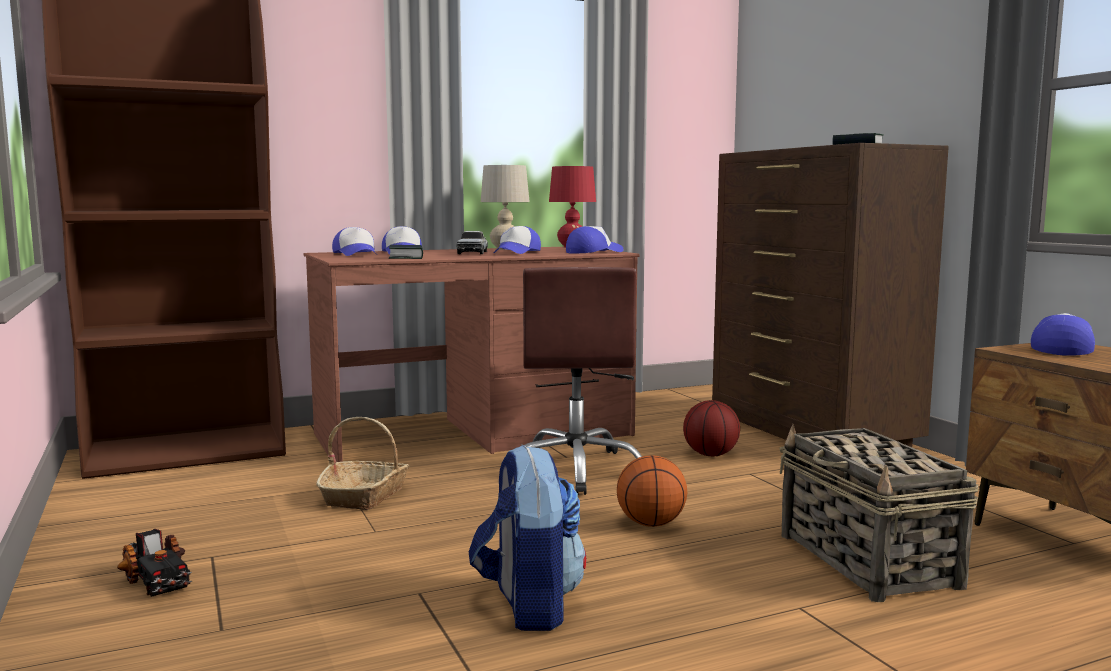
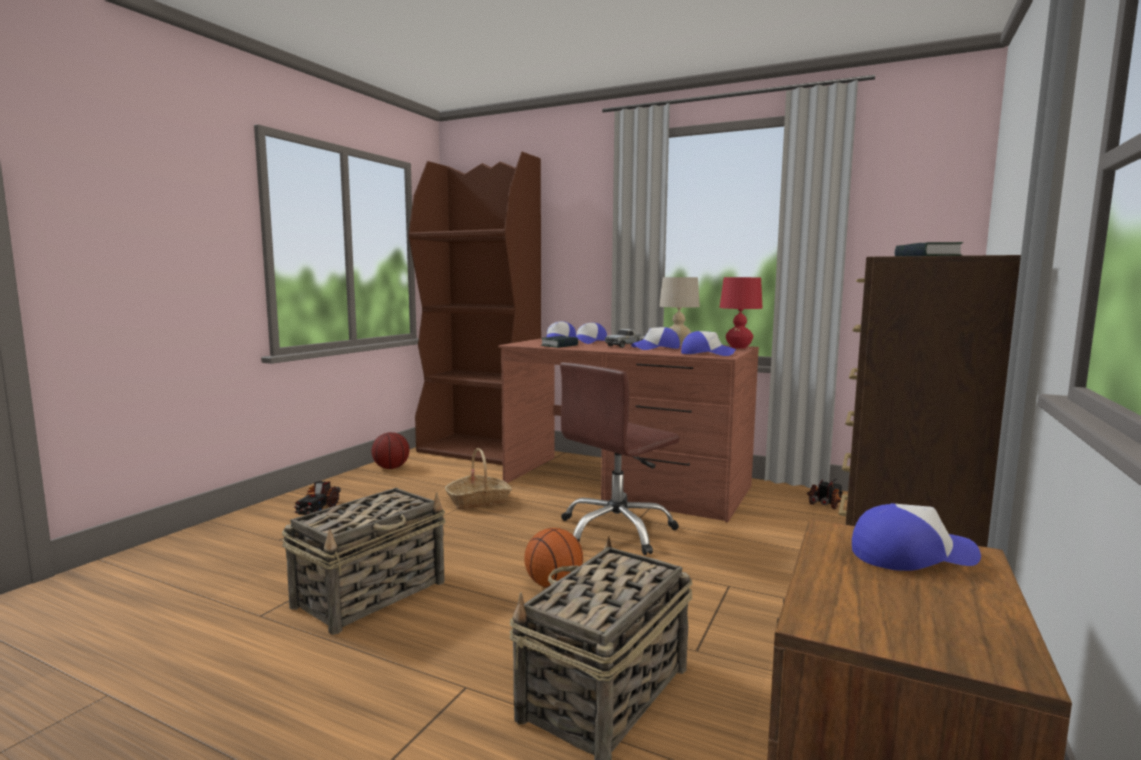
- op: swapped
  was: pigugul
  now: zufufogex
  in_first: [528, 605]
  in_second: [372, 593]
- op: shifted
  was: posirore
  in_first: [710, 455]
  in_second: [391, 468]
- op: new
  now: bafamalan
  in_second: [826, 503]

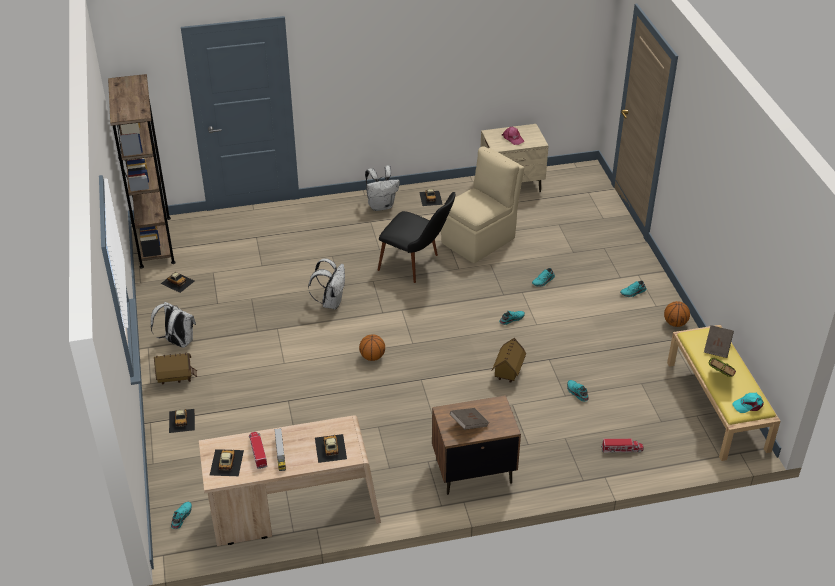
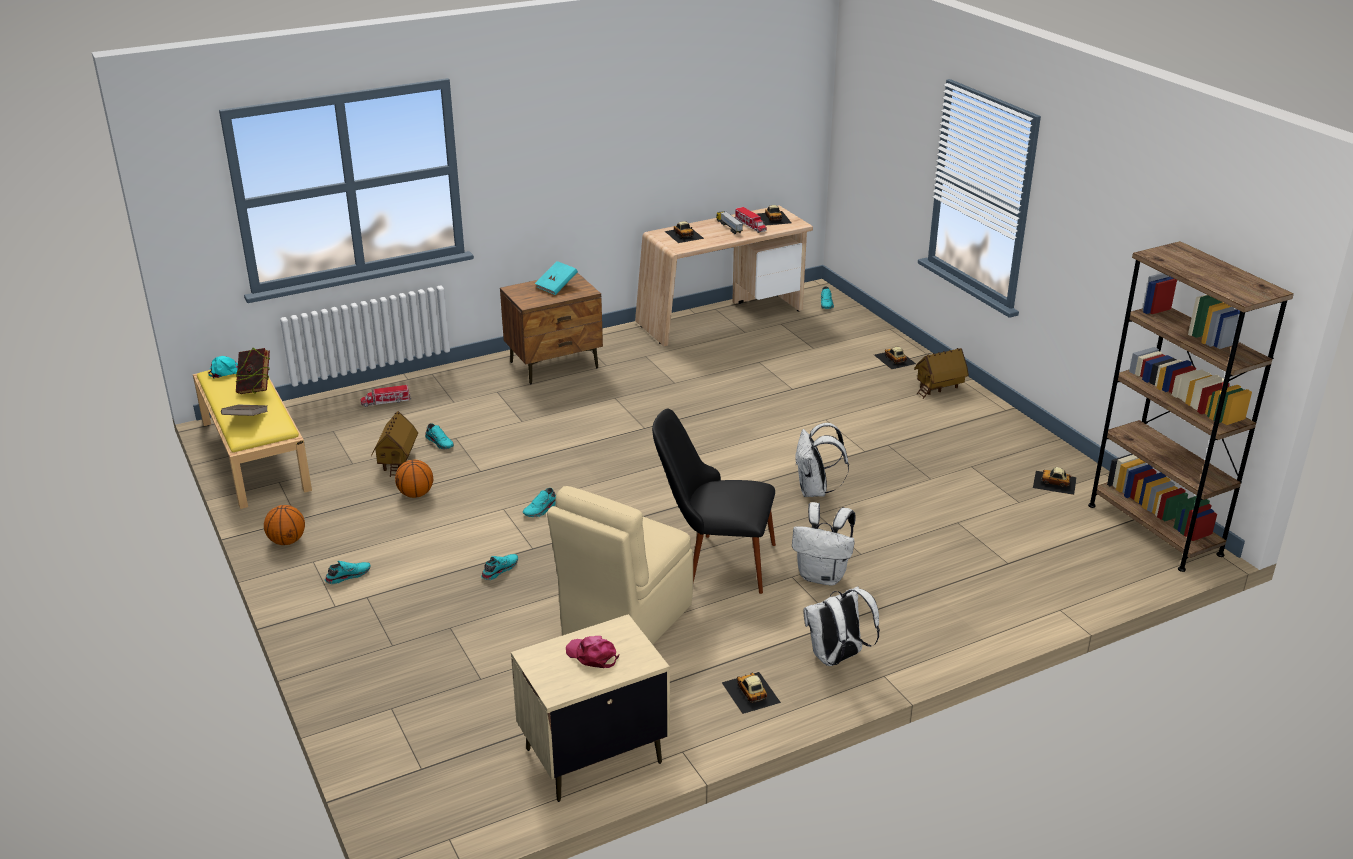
- op: shifted
  was: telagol
  in_first: [508, 372]
  in_second: [397, 461]
- op: shifted
  was: posirore
  in_first: [372, 357]
  in_second: [416, 494]
- op: repainted
  was: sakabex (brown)
  now: sakabex (turquoise)
  in_first: [469, 424]
  in_second: [556, 286]
- op: shifted
  was: pigugul (white)
  in_first: [177, 342]
  in_second: [823, 576]

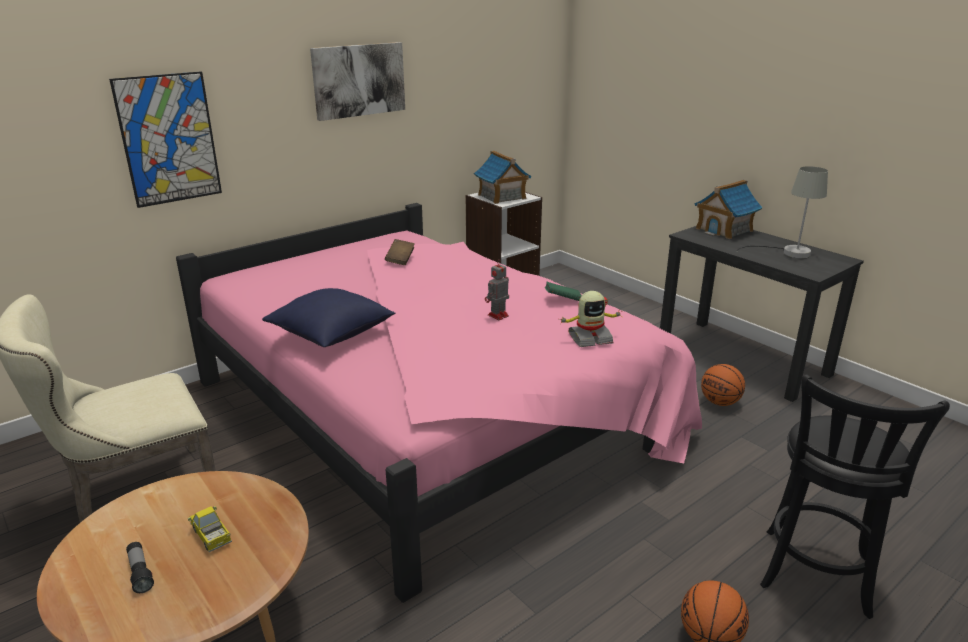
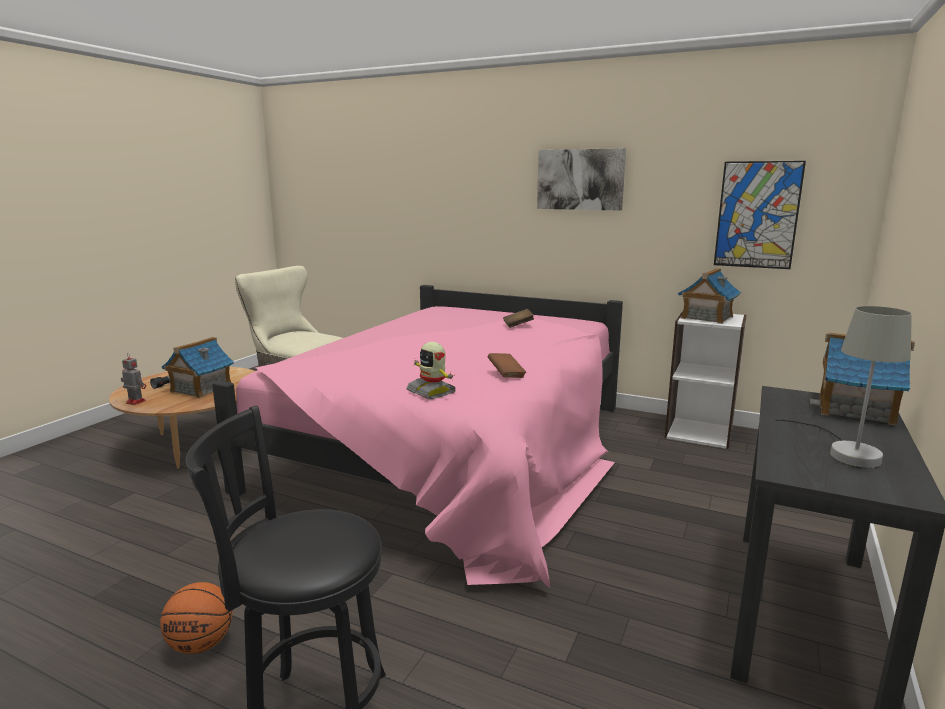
- op: shifted
  was: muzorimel
  in_first: [497, 316]
  in_second: [135, 402]
- op: swapped
  was: bafamalan
  now: telagol
  in_first: [211, 535]
  in_second: [201, 389]
- op: repainted
  was: sakabex (green)
  now: sakabex (brown)
  in_first: [562, 300]
  in_second: [506, 374]
- op: shifted
  was: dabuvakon
  in_first: [169, 139]
  in_second: [757, 215]
- op: gone
  was: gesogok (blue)
  in_first: [331, 335]
- op: gone
  was: posirore
  in_first: [720, 402]

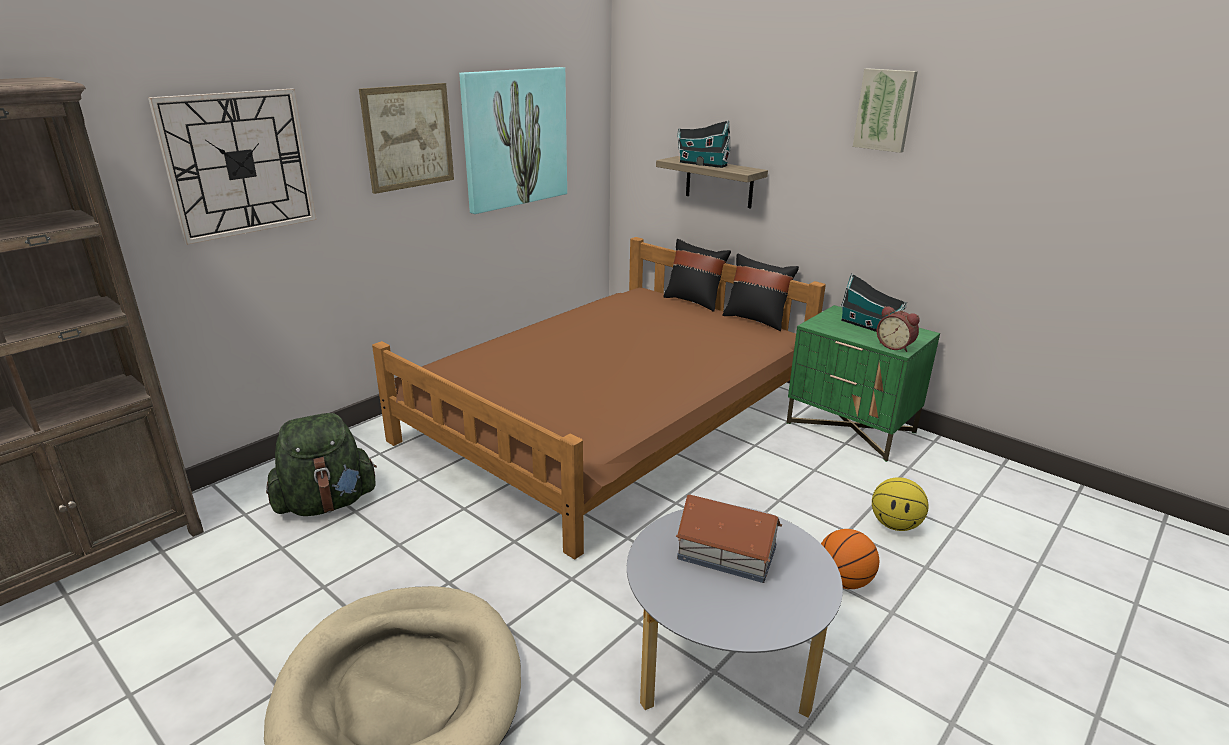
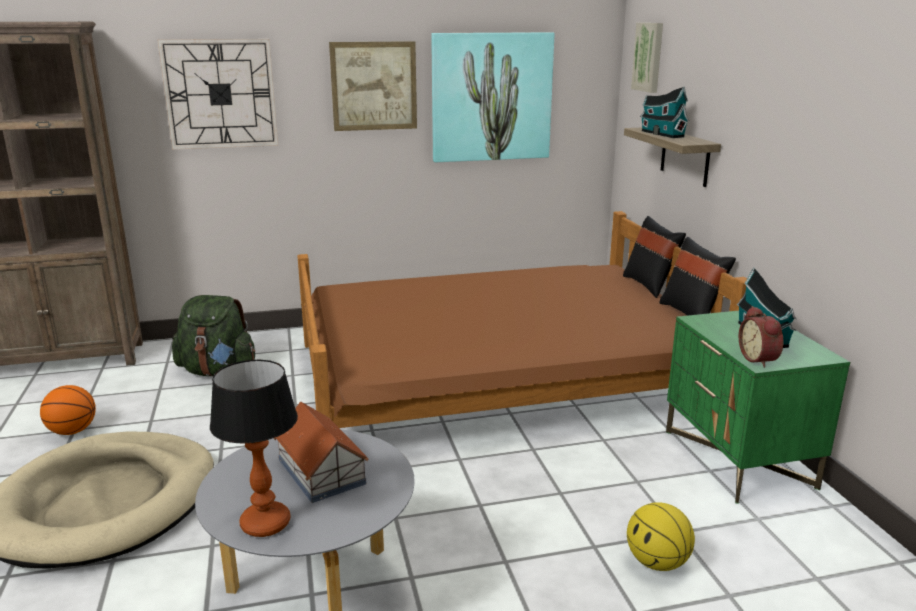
- op: shifted
  was: posirore
  in_first: [843, 581]
  in_second: [72, 431]
- op: new
  now: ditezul
  in_second: [266, 523]
- op: shifted
  was: dabuvakon
  in_first: [885, 110]
  in_second: [649, 57]

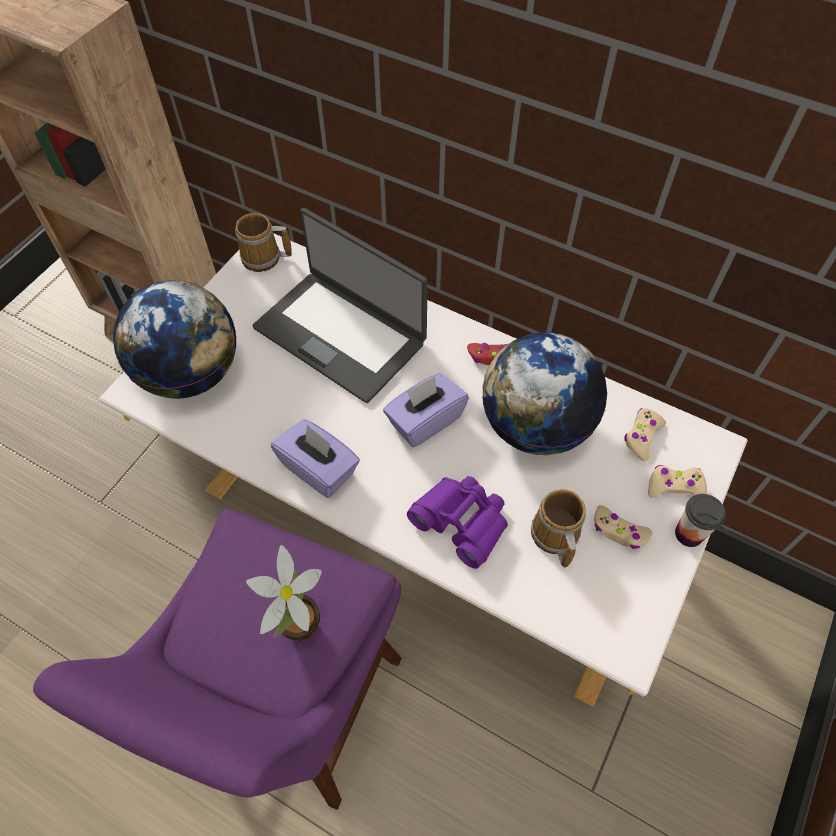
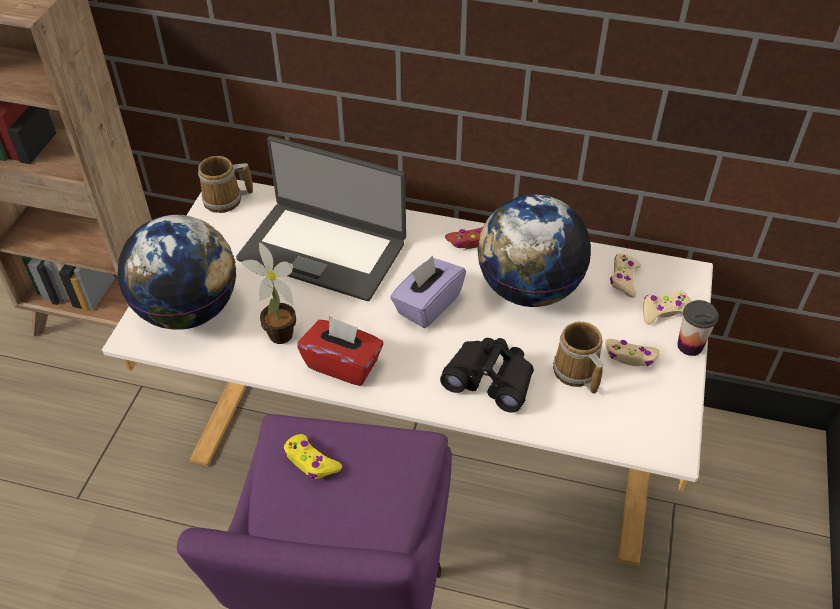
- op: shifted
  was: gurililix
  in_first: [298, 630]
  in_second: [278, 338]
- op: new
  now: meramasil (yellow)
  in_second: [310, 462]
- op: repainted
  was: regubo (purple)
  now: regubo (red)
  in_first: [319, 469]
  in_second: [343, 364]
- op: repainted
  was: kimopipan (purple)
  now: kimopipan (black)
  in_first: [461, 522]
  in_second: [490, 379]

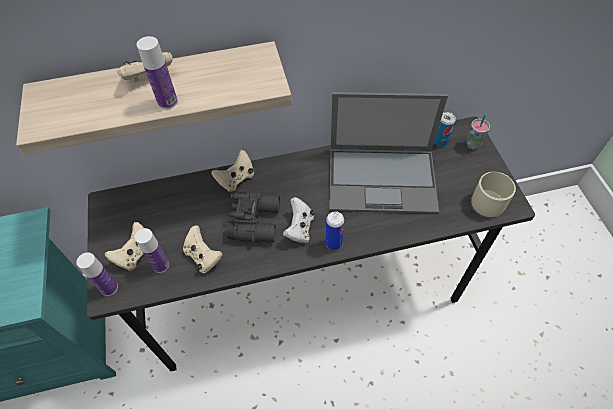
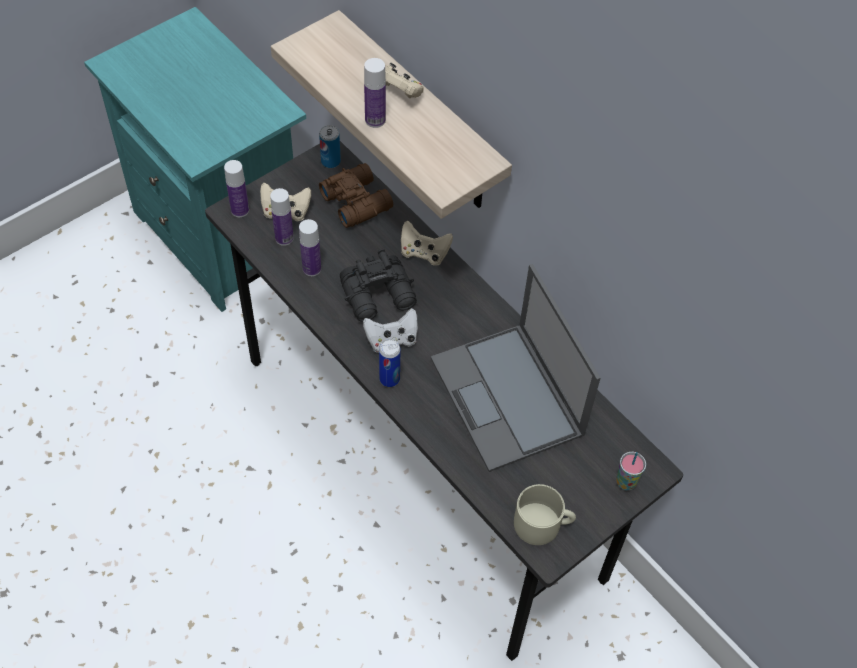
- op: swapped
  was: meramasil (beige)
  now: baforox
  in_first: [203, 257]
  in_second: [312, 268]
- op: shifted
  was: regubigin
  in_first: [440, 141]
  in_second: [330, 161]
- op: new
  now: kimopipan (brown)
  in_second: [356, 200]

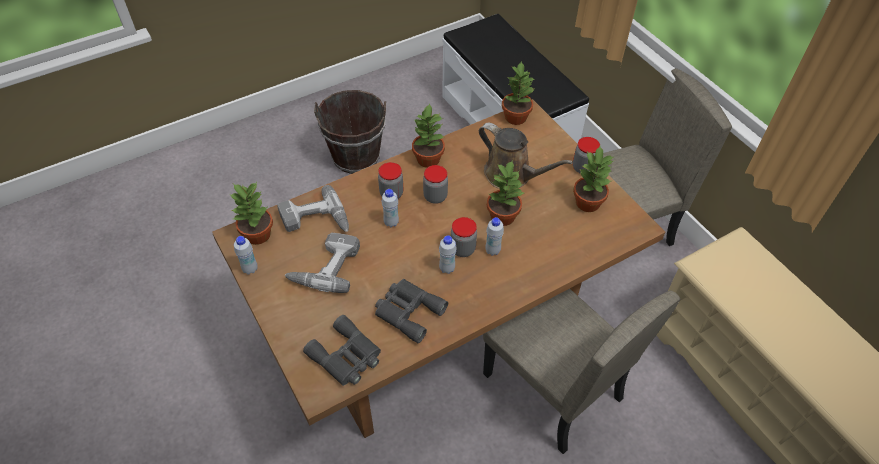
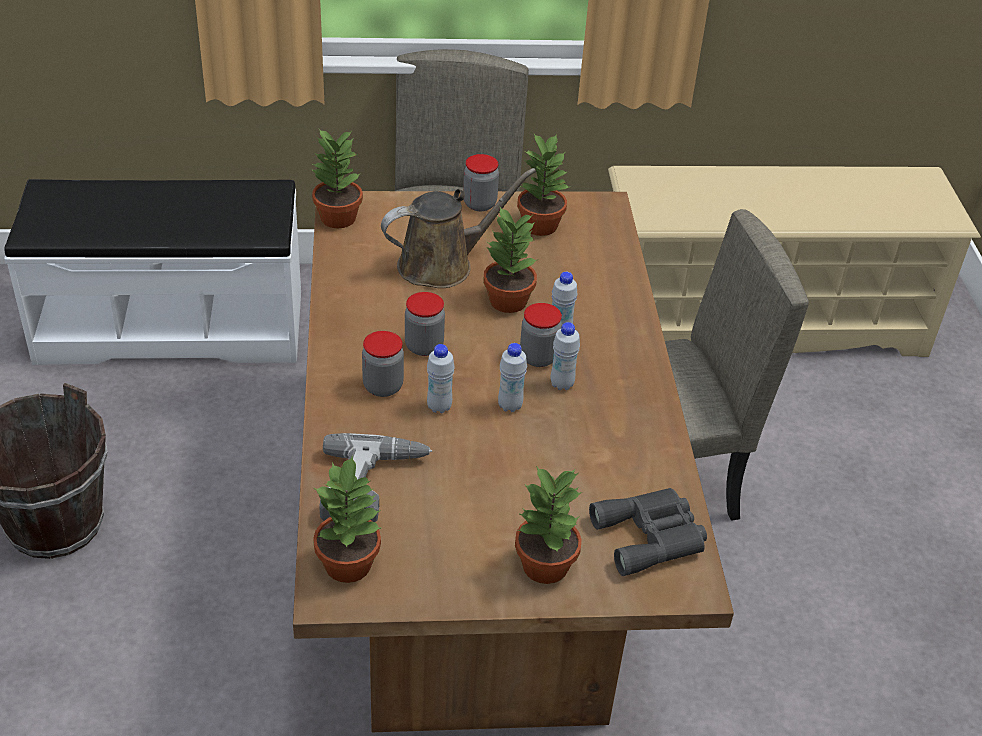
- op: shifted
  was: baforox (white)
  in_first: [250, 269]
  in_second: [510, 406]
- op: shifted
  was: gurililix
  in_first: [427, 159]
  in_second: [546, 567]
- op: gone
  was: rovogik
  in_first: [325, 266]
- op: gone
  was: kimopipan (grey)
  in_first: [408, 311]

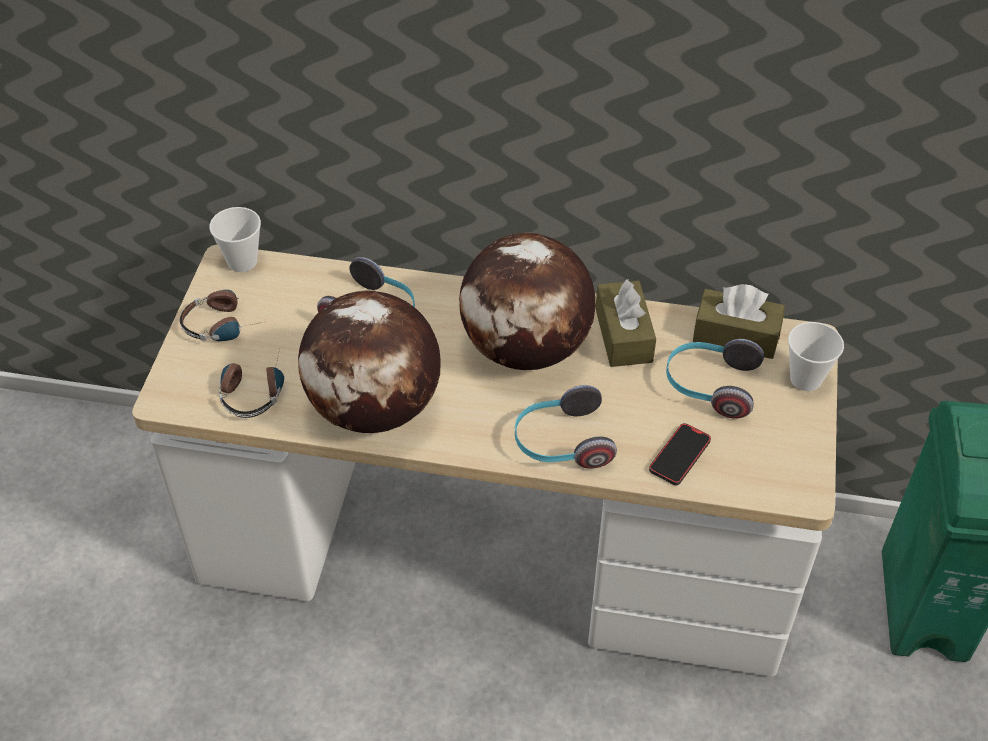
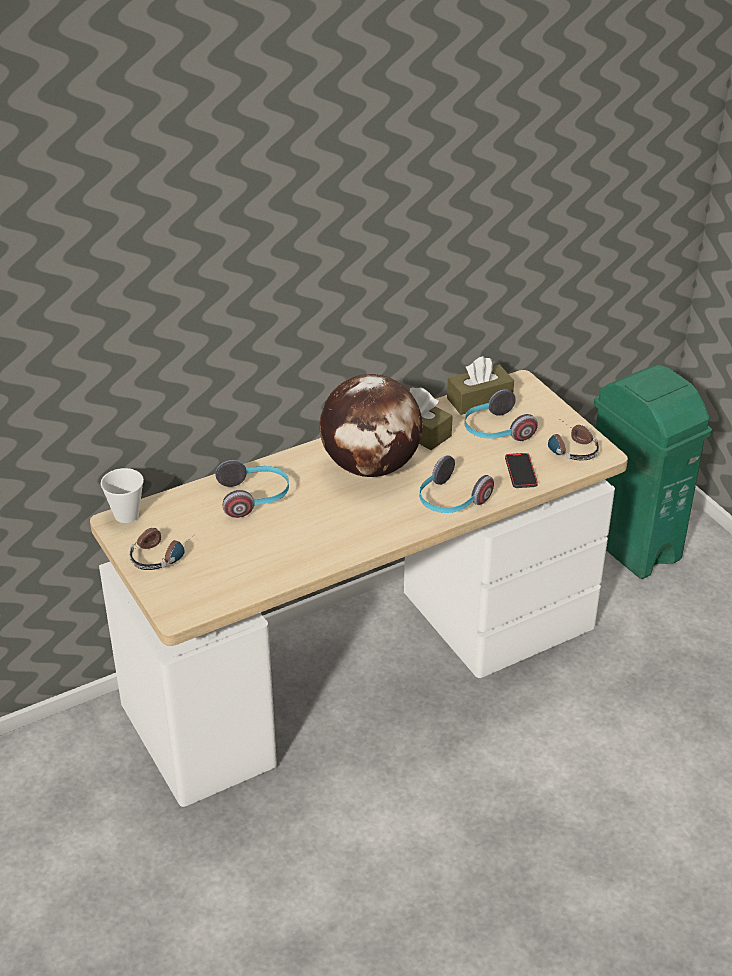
- op: shifted
  was: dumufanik
  in_first: [253, 388]
  in_second: [568, 447]
- op: gone
  was: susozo
  in_first: [375, 408]
- op: gone
  was: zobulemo
  in_first: [805, 379]

